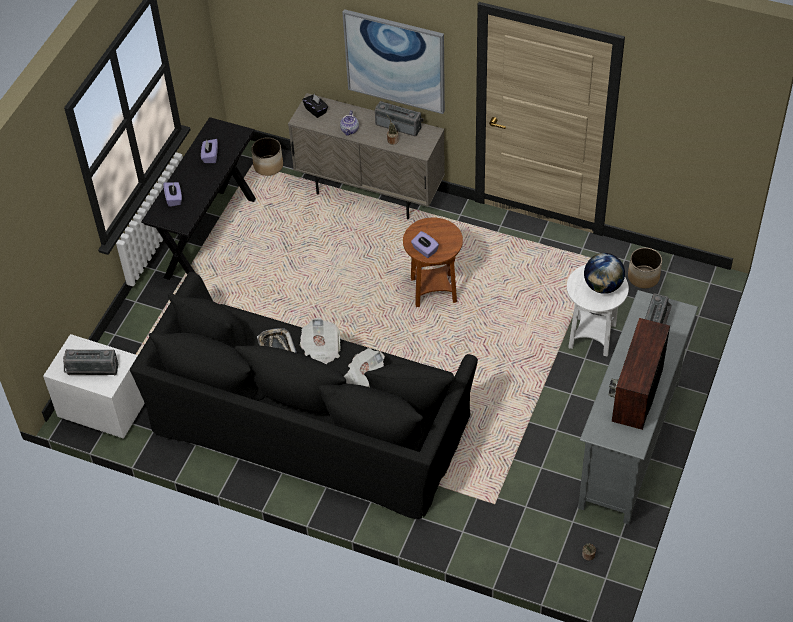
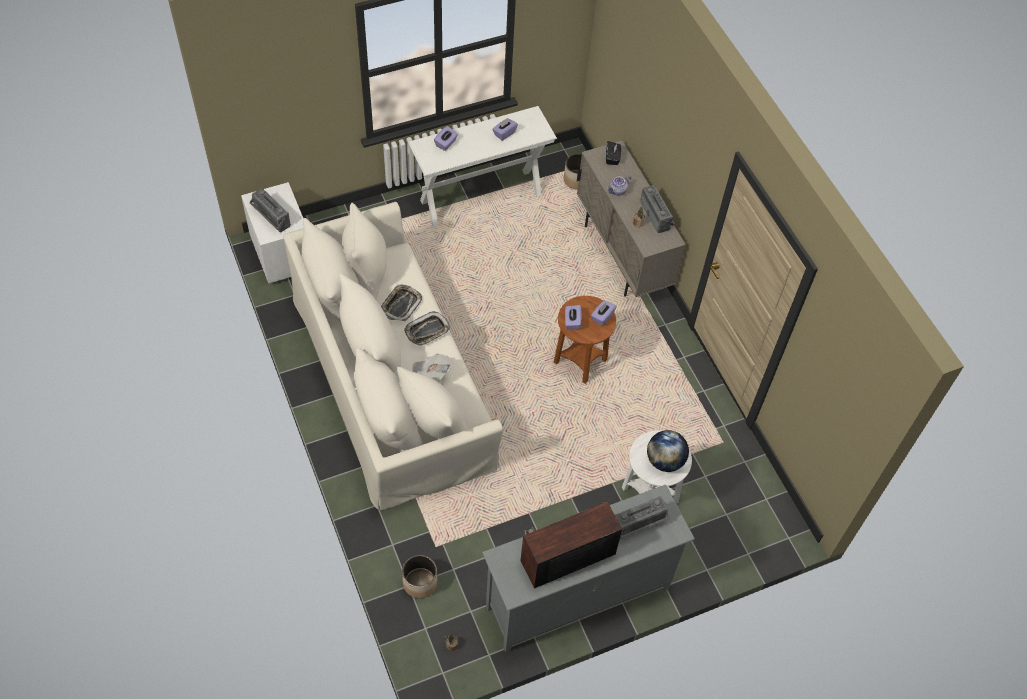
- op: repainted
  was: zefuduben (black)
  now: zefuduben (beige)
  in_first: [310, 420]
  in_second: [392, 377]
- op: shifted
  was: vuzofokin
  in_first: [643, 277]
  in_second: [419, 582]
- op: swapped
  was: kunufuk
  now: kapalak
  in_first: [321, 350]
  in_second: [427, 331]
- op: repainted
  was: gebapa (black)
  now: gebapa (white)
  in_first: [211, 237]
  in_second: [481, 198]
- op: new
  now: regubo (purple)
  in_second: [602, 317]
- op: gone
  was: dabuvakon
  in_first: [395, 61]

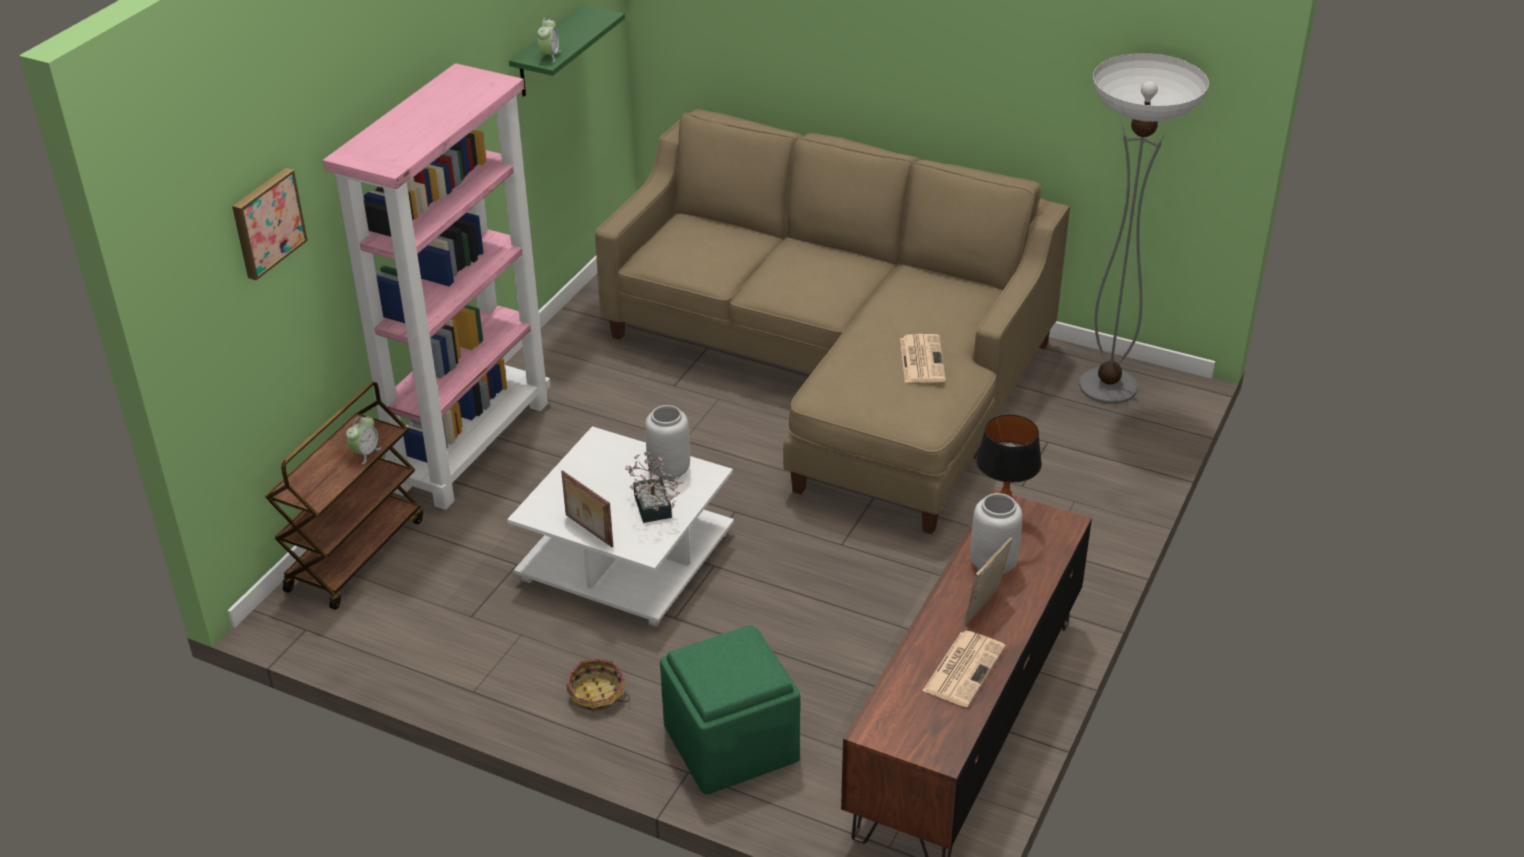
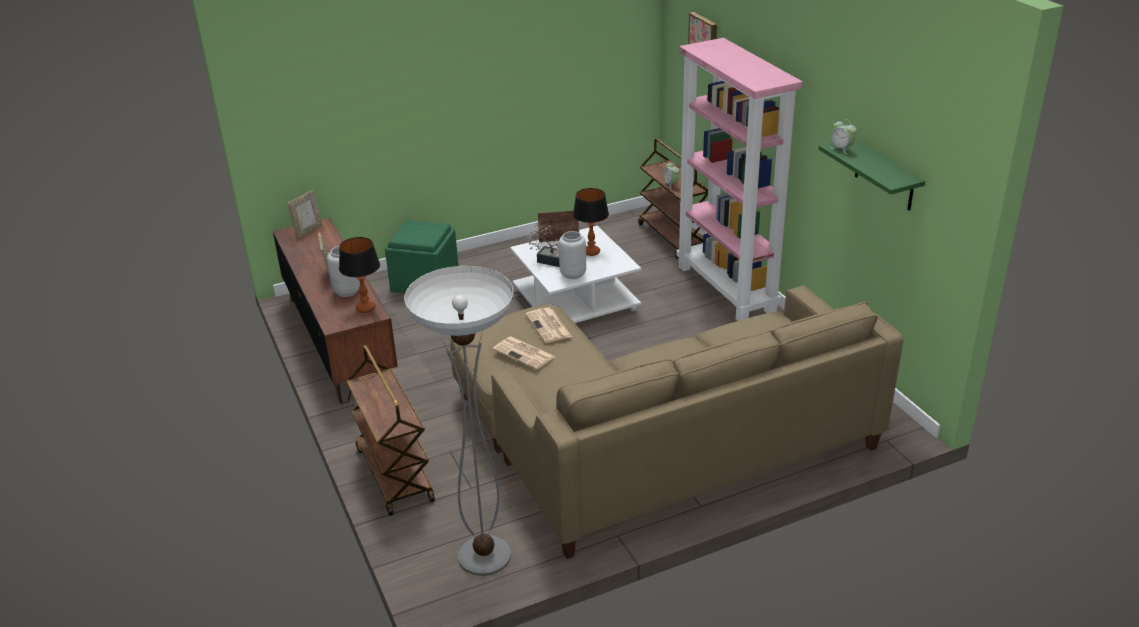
- op: new
  now: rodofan
  in_second: [308, 231]
- op: new
  now: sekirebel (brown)
  in_second: [394, 474]
- op: shifted
  was: kunufuk
  in_first: [964, 668]
  in_second: [549, 326]
- op: new
  now: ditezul
  in_second: [591, 252]
- op: gone
  was: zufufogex
  in_first: [597, 695]

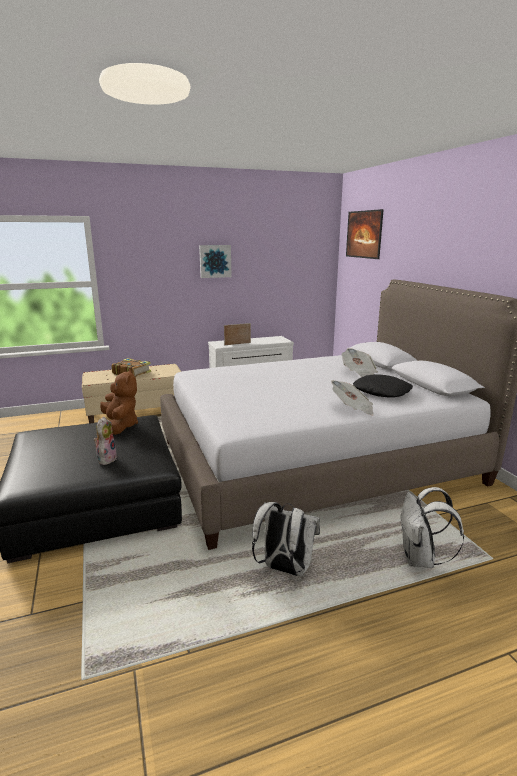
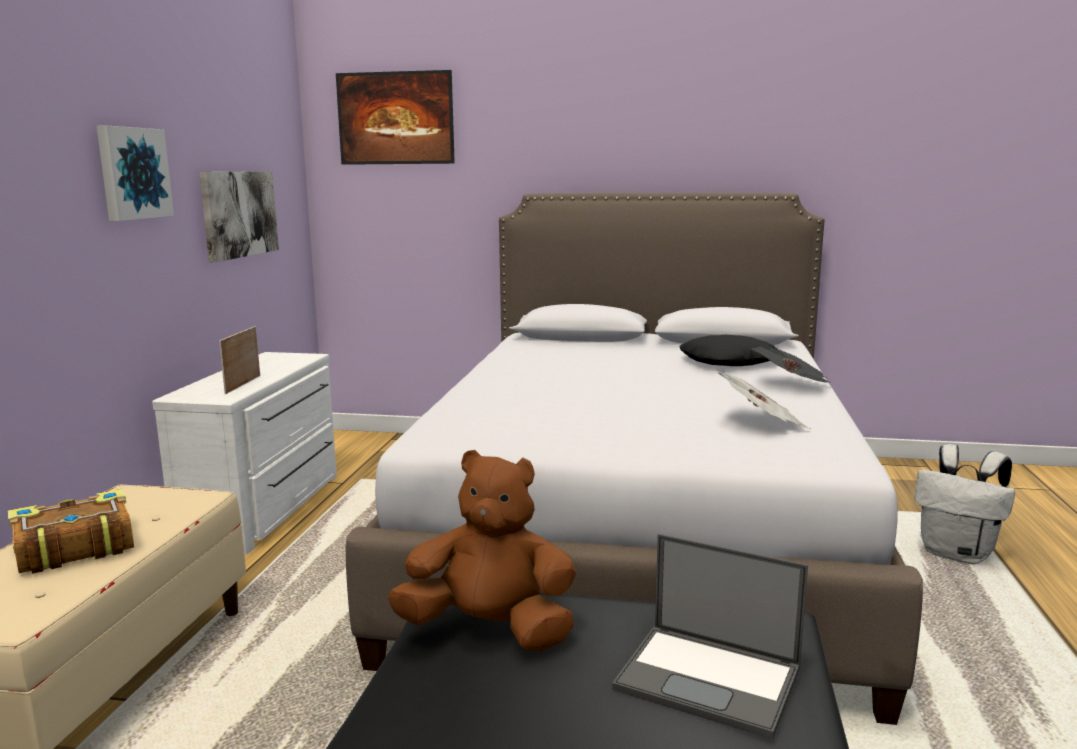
- op: new
  now: dabuvakon
  in_second: [239, 214]
- op: swapped
  was: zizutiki
  now: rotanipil
  in_first: [106, 459]
  in_second: [710, 679]
- op: shifted
  was: kunufuk
  in_first: [358, 372]
  in_second: [761, 424]
- op: gone
  was: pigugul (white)
  in_first: [284, 569]

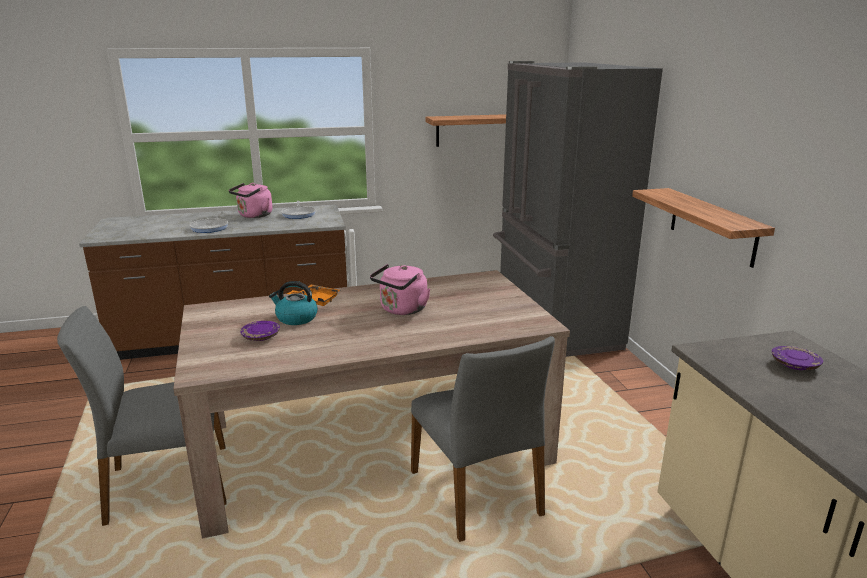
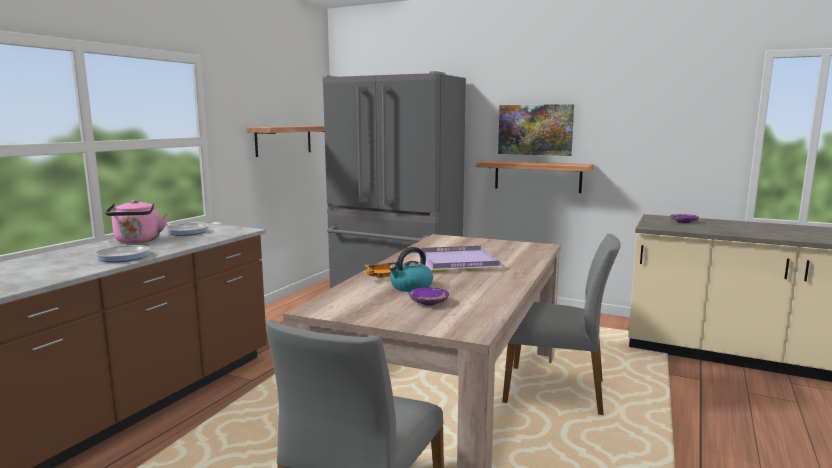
- op: swapped
  was: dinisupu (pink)
  now: kapalak (purple)
  in_first: [402, 310]
  in_second: [457, 262]
- op: new
  now: dabuvakon
  in_second: [535, 129]

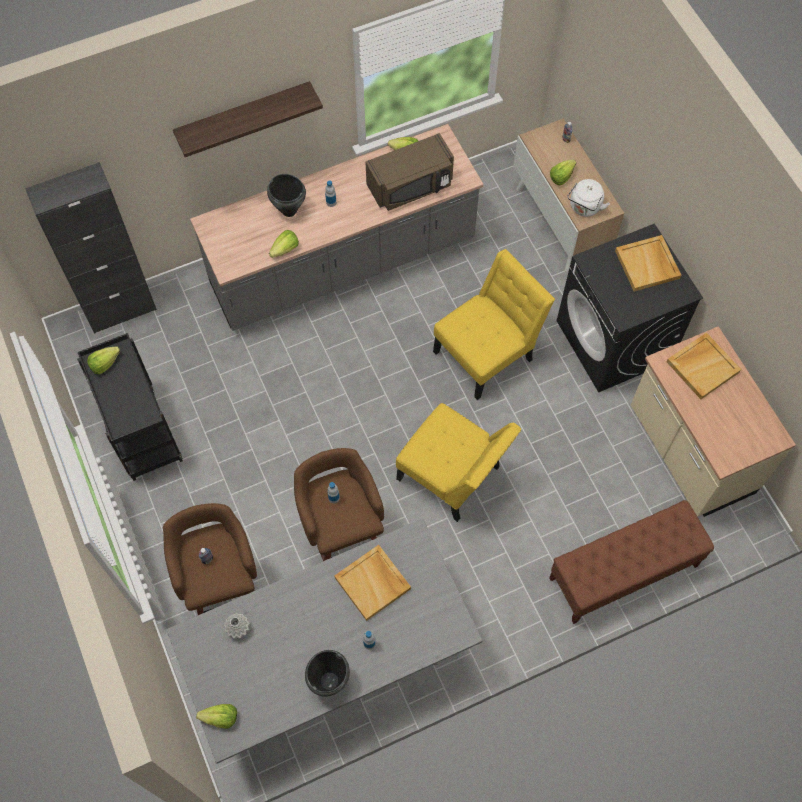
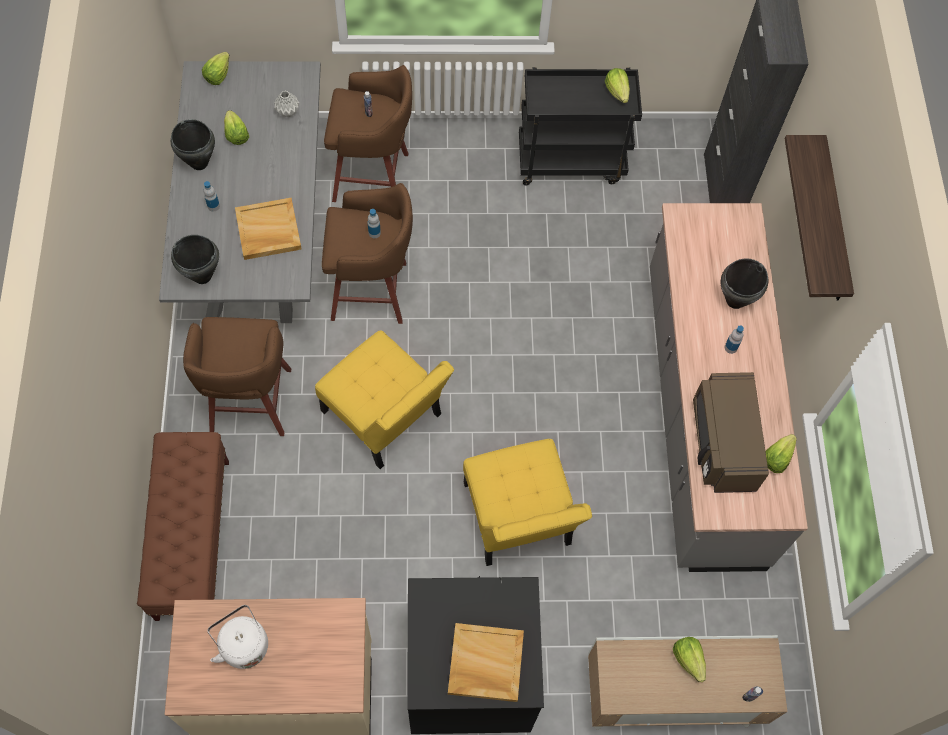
- op: new
  now: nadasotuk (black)
  in_second: [202, 276]
- op: new
  now: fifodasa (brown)
  in_second: [250, 403]
- op: shifted
  was: dinisupu (white)
  in_first: [584, 208]
  in_second: [242, 644]
- op: shifted
  was: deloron
  in_first: [285, 250]
  in_second: [236, 135]
- op: rotated
  was: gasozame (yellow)
  in_first: [453, 477]
  in_second: [385, 418]
  clockwise: -105
- op: gone
  was: kapalak (beige)
  in_first: [702, 366]

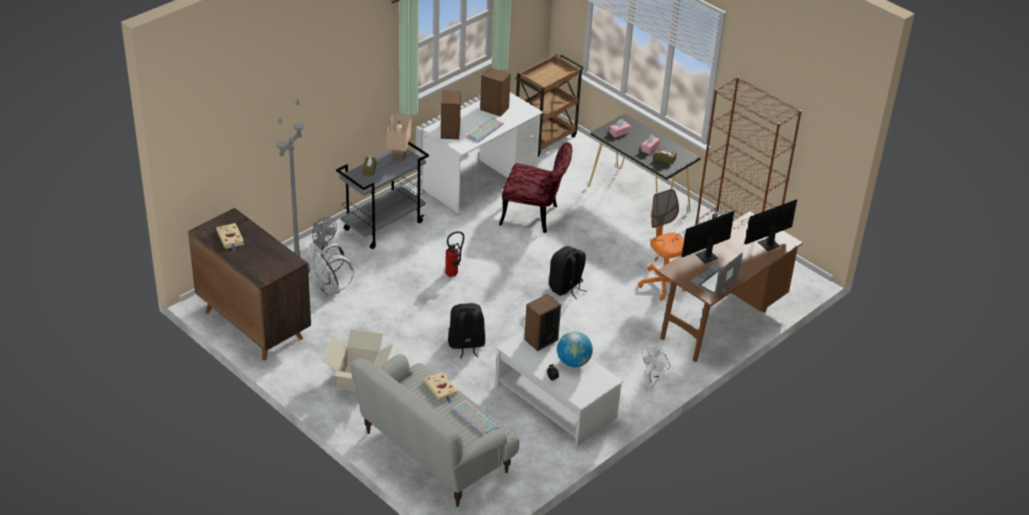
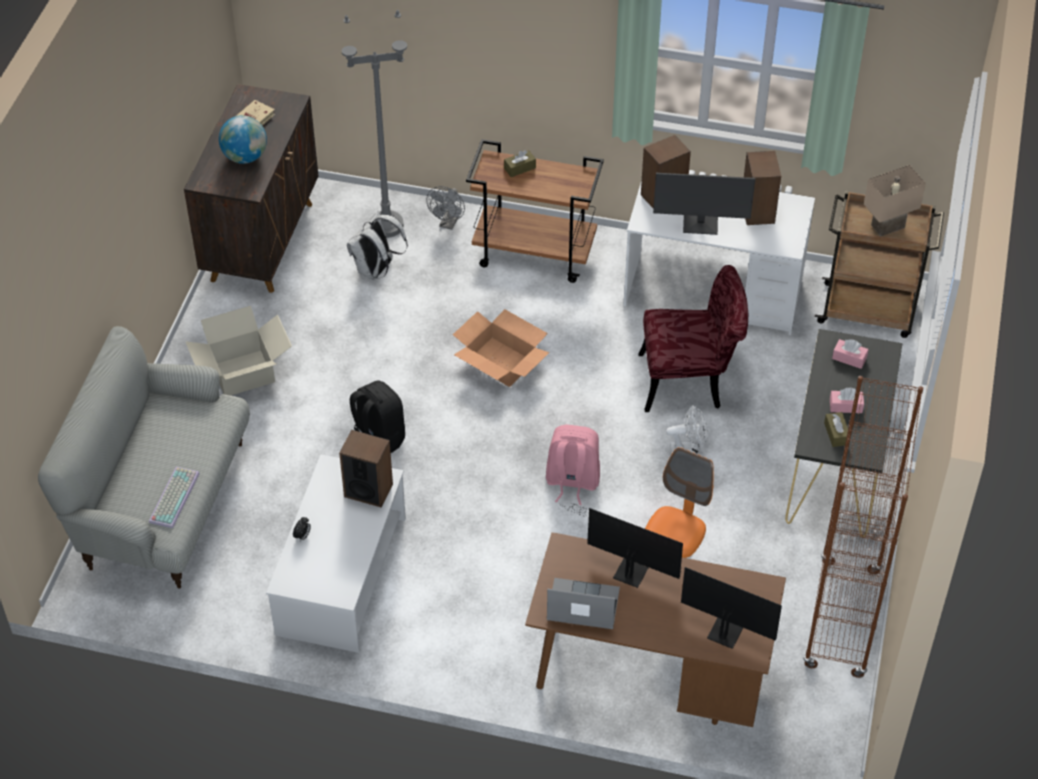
- op: shifted
  was: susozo
  in_first: [573, 362]
  in_second: [245, 157]
- op: swapped
  was: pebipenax
  now: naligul
  in_first: [454, 274]
  in_second: [500, 361]
- op: repainted
  was: sekirebel (grey)
  now: sekirebel (brown)
  in_first: [384, 225]
  in_second: [535, 253]
- op: repainted
  was: pigugul (black)
  now: pigugul (pink)
  in_first: [566, 288]
  in_second: [572, 481]
- op: rotated
  was: gasozame (red)
  in_first: [535, 216]
  in_second: [690, 381]
  clockwise: -75
- op: swapped
  was: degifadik
  now: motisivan
  in_first: [484, 130]
  in_second: [700, 225]
- op: shifted
  was: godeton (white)
  in_first: [651, 380]
  in_second: [688, 449]
- op: shifted
  was: ditezul (beige)
  in_first: [398, 156]
  in_second: [887, 225]
- op: gone
  was: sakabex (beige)
  in_first: [441, 389]

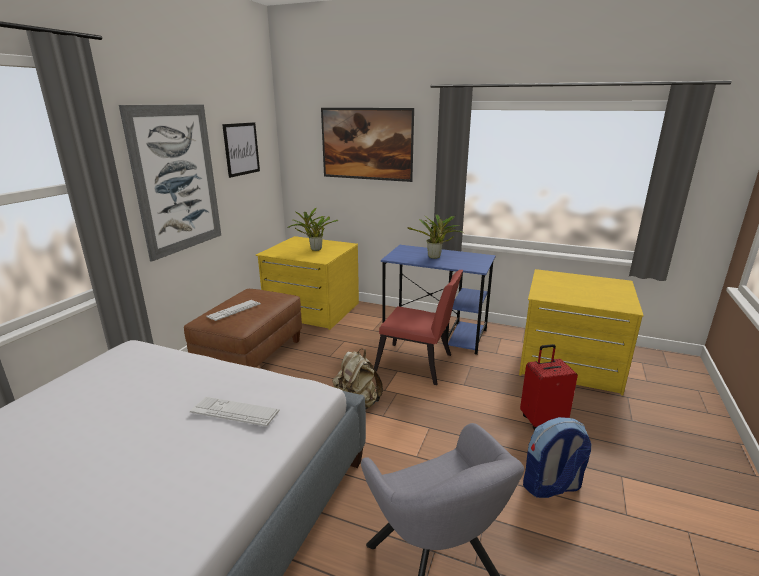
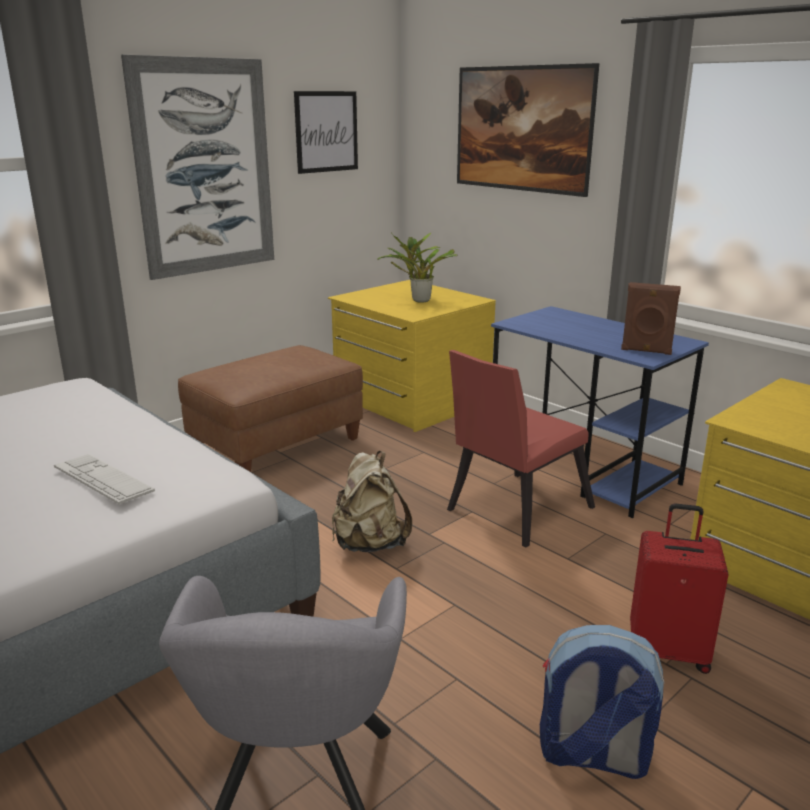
- op: rotated
  was: gasozame (red)
  in_first: [418, 365]
  in_second: [513, 511]
  clockwise: 90
- op: new
  now: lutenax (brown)
  in_second: [646, 351]
- op: gone
  was: degifadik
  in_first: [234, 310]
- op: gone
  was: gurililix
  in_first: [435, 257]

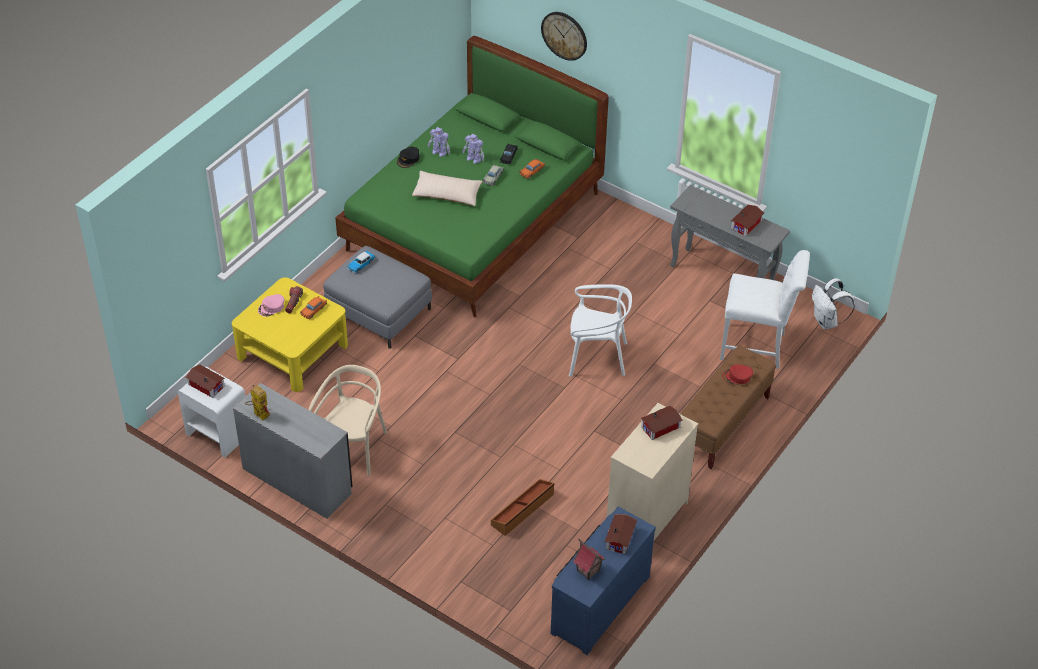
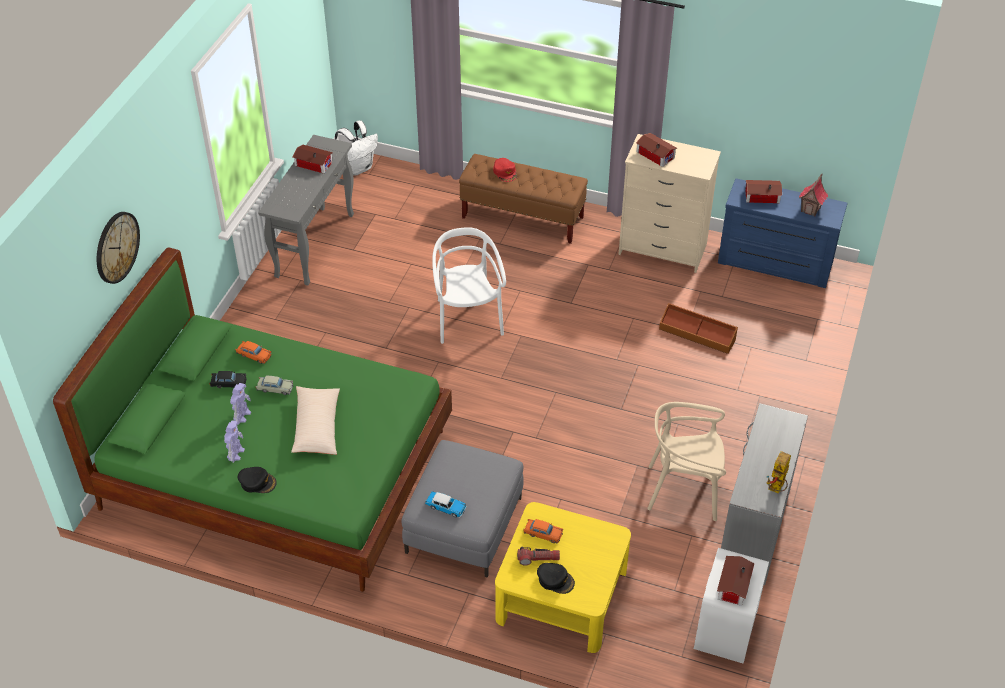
- op: repainted
  was: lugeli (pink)
  now: lugeli (black)
  in_first: [271, 307]
  in_second: [555, 580]
- op: gone
  was: gasozame (white)
  in_first: [757, 347]

